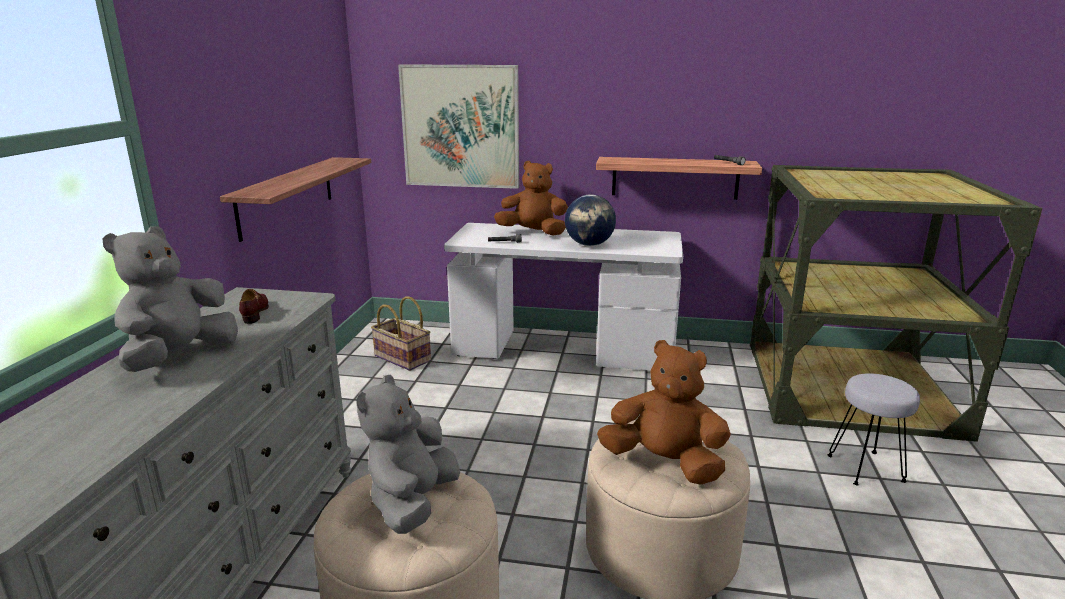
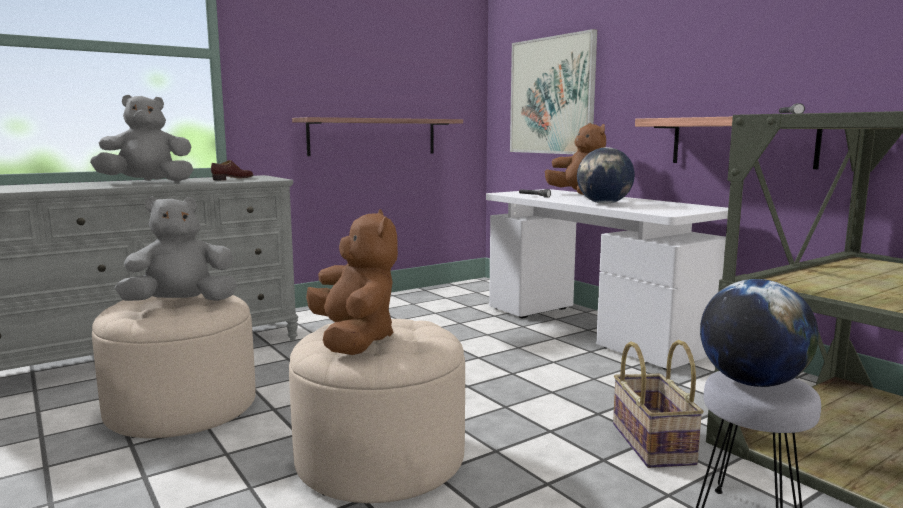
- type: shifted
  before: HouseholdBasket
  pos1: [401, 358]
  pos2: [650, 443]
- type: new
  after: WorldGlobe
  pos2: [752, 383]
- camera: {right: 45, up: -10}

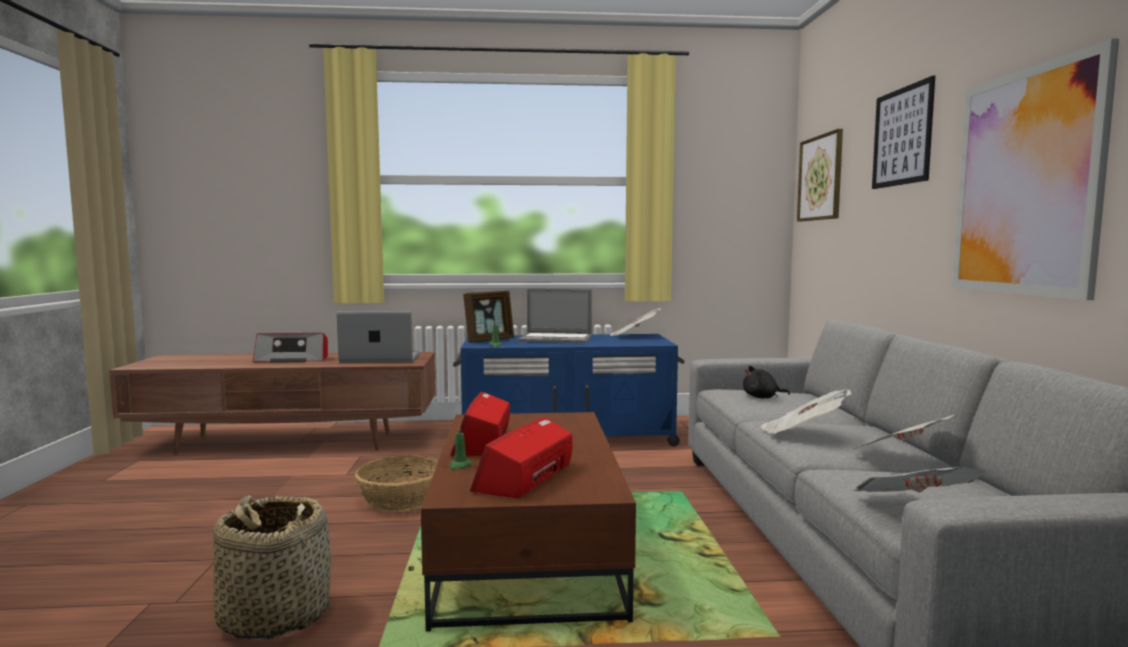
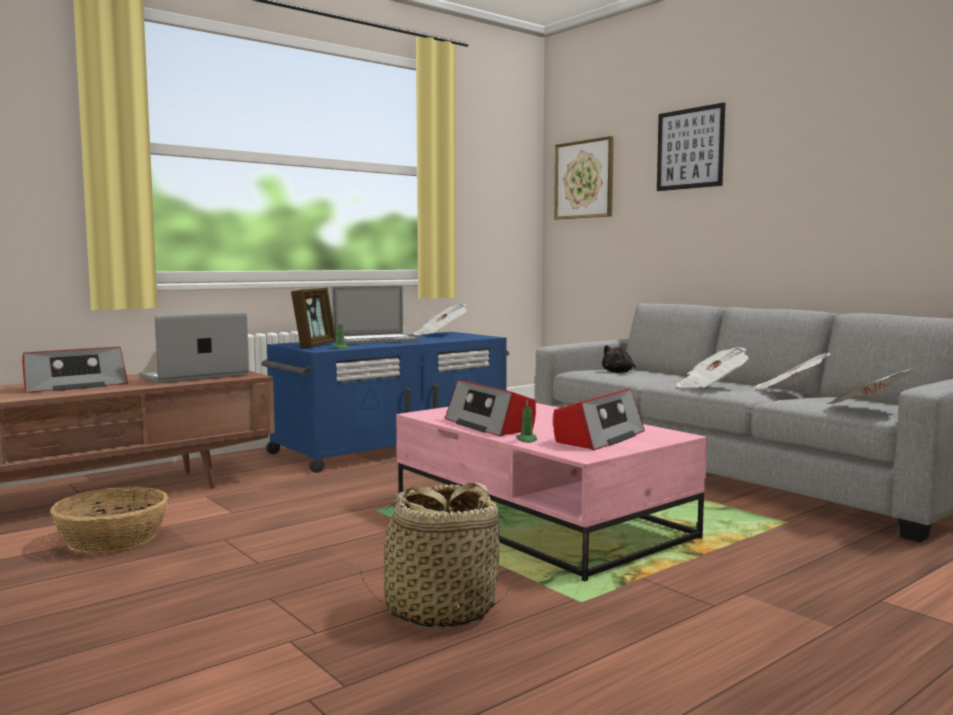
- type: gone
  before: WallArt
  pos1: [1025, 182]
- type: repainted
  before: BrownColouredLoungeTable
  after: PinkColouredLoungeTable
  pos1: [528, 548]
  pos2: [542, 520]
- type: rotated
  before: RadioReceiver
  pos1: [525, 477]
  pos2: [598, 437]
  turn: -135
- type: shifted
  before: HouseholdBasket
  pos1: [401, 499]
  pos2: [112, 539]
- camera: {right: -35, up: 0}

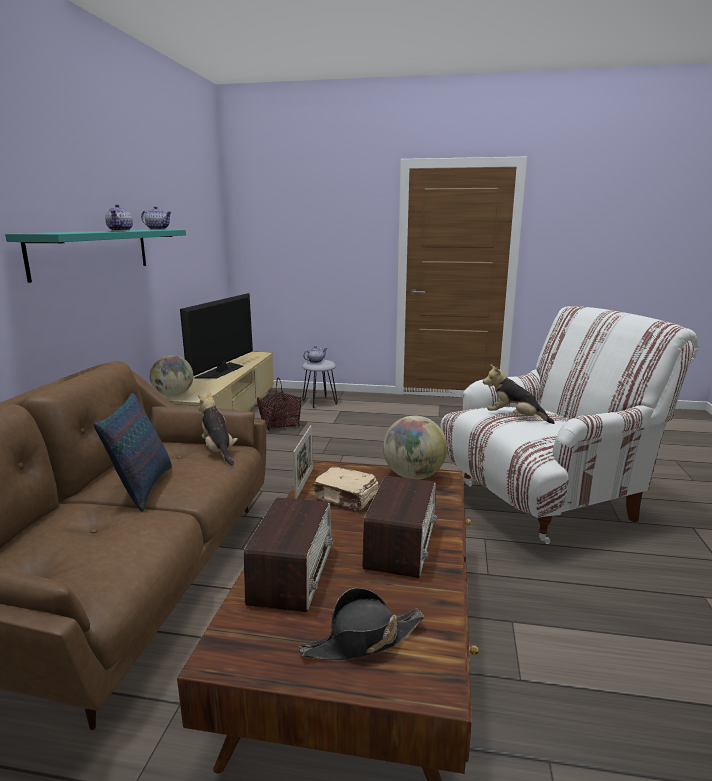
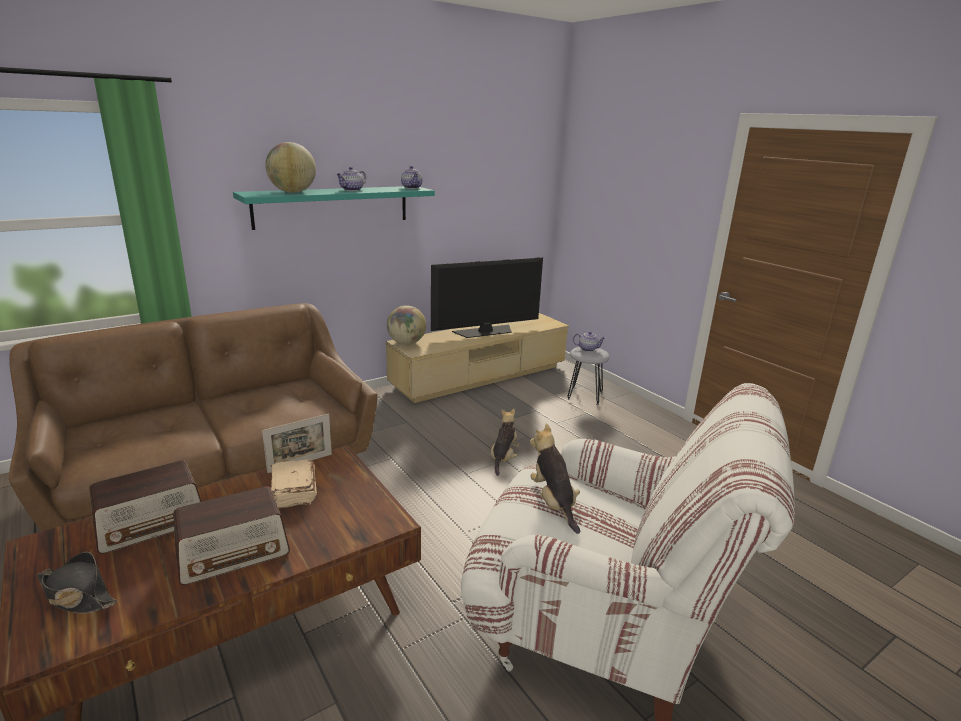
- type: gone
  before: HouseholdBasket
  pos1: [280, 424]
- type: shifted
  before: SoftToy
  pos1: [218, 451]
  pos2: [503, 458]
- type: gone
  before: BluishThrowPillow
  pos1: [143, 488]
- type: shifted
  before: WorldGlobe
  pos1: [413, 476]
  pos2: [292, 192]
- camera: {right: 45, up: 5}

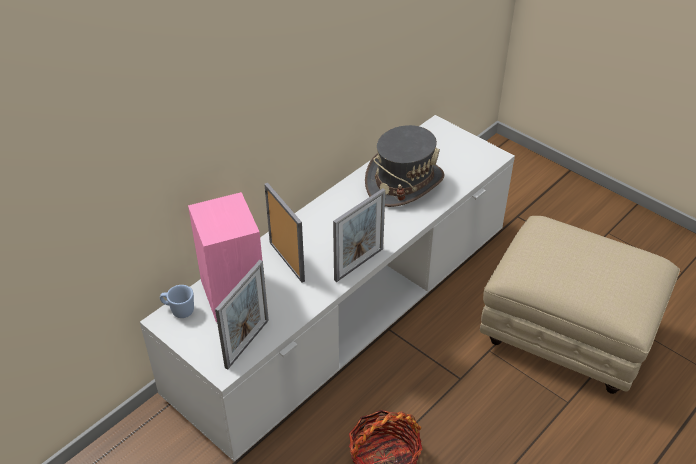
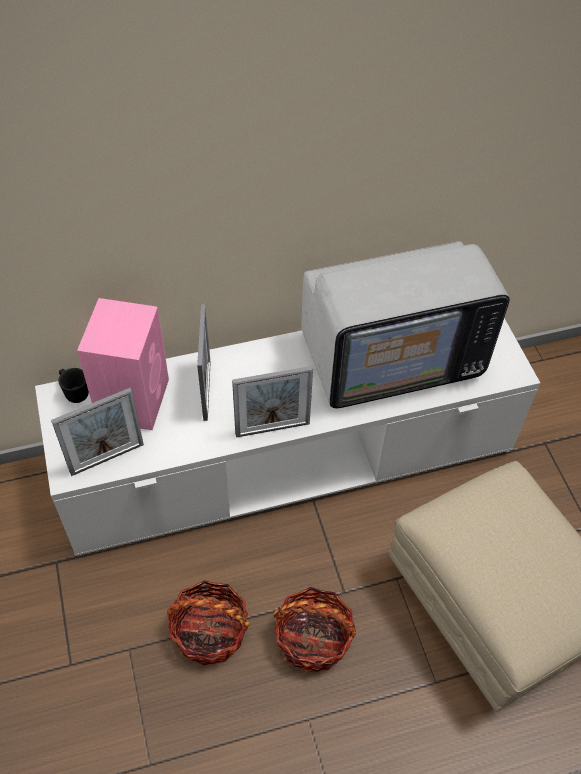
- type: swapped
  before: GrayHat
  after: TvSet
  pos1: [404, 182]
  pos2: [390, 358]
- type: repainted
  before: BluishMug
  after: BlackColouredMug
  pos1: [179, 310]
  pos2: [74, 392]
- type: new
  after: HouseholdBasket
  pos2: [313, 639]
- camera: {right: 30, up: 10}

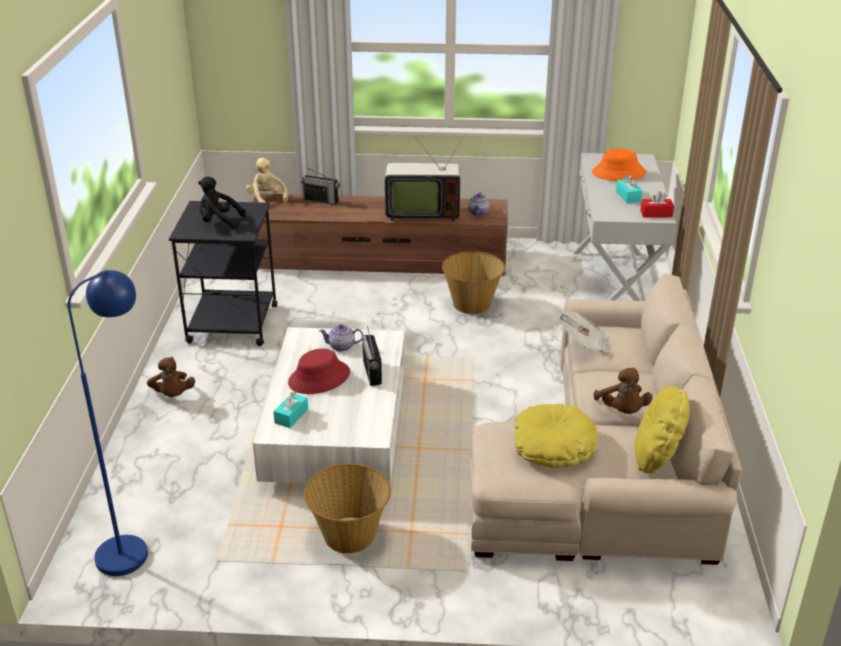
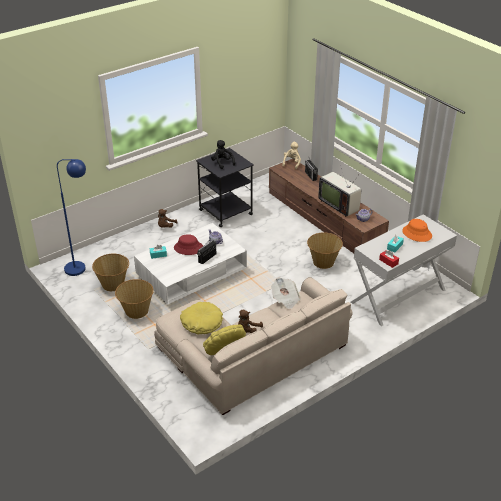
- type: new
  after: HouseholdBasket
  pos2: [113, 284]
- camera: {right: 50, up: 5}

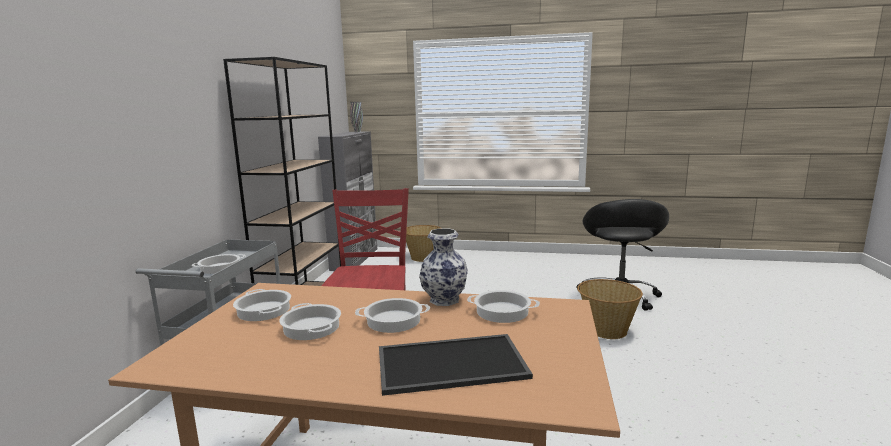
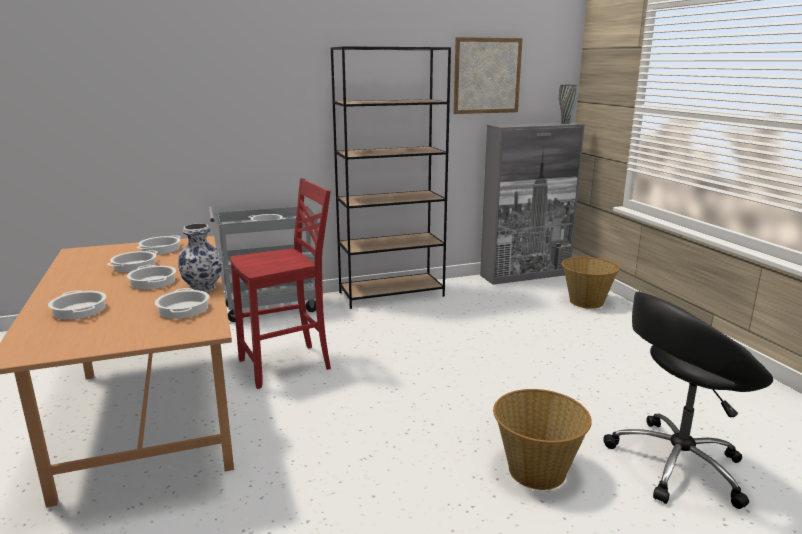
- type: swapped
  before: ServingTray
  after: Stockpot
  pos1: [450, 365]
  pos2: [79, 310]
- type: new
  after: WallArt
  pos2: [487, 75]
- camera: {right: 60, up: 5}

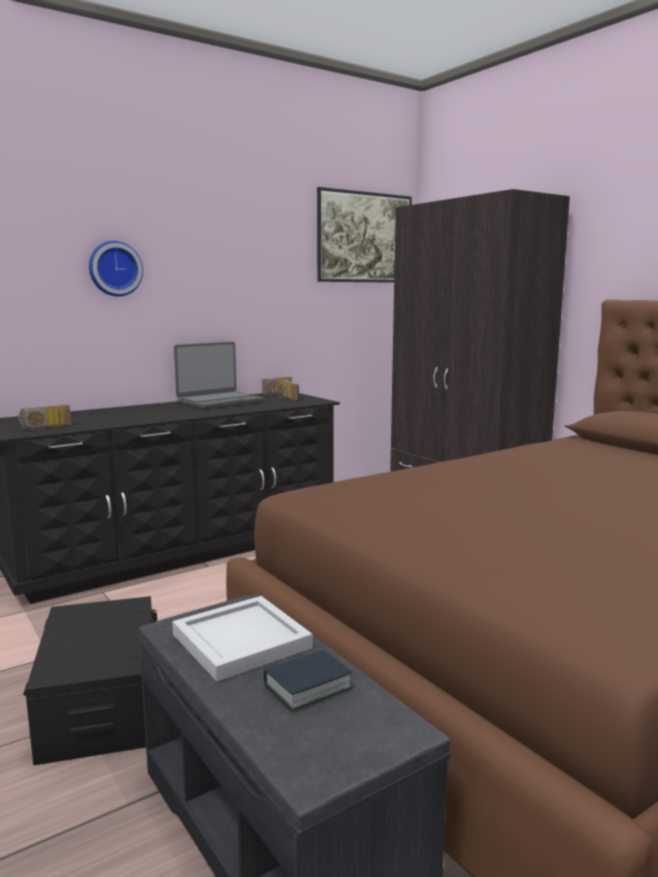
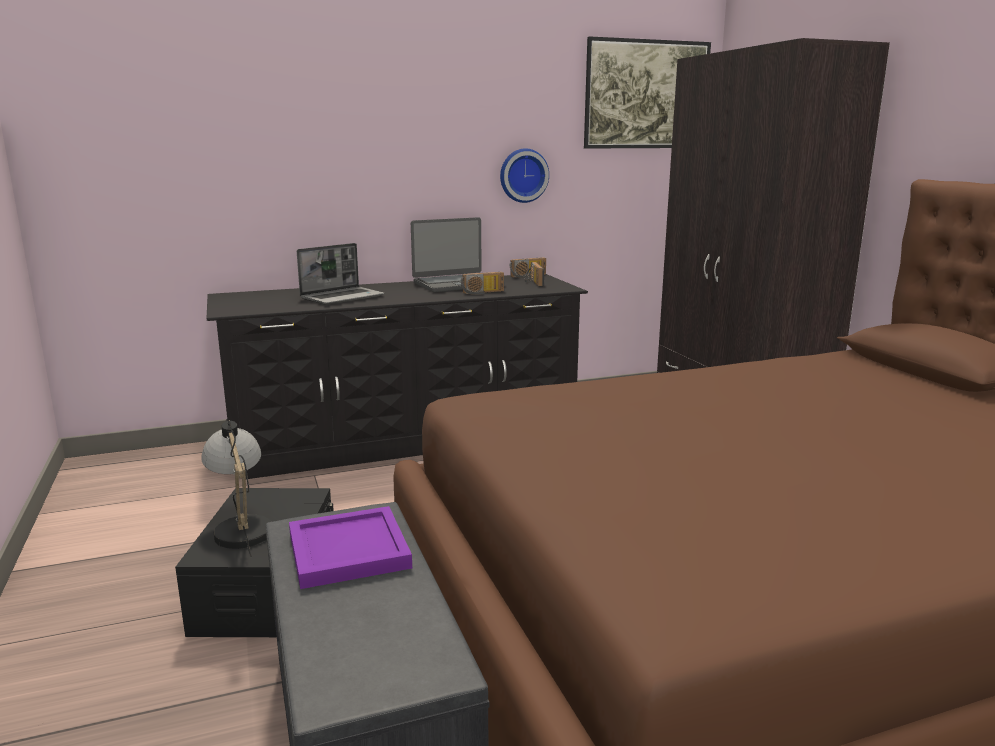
- type: shifted
  before: HangingClock
  pos1: [114, 269]
  pos2: [523, 175]
- type: shifted
  before: RadioReceiver
  pos1: [46, 427]
  pos2: [483, 293]
- type: repainted
  before: WhitishServingTray
  after: PurpleServingTray
  pos1: [240, 642]
  pos2: [347, 552]
- type: gone
  before: BoundBook
  pos1: [307, 687]
- type: new
  after: NotebookComputer
  pos2: [343, 297]
- type: new
  after: LampForATable
  pos2: [241, 527]
- camera: {right: 15, up: 5}

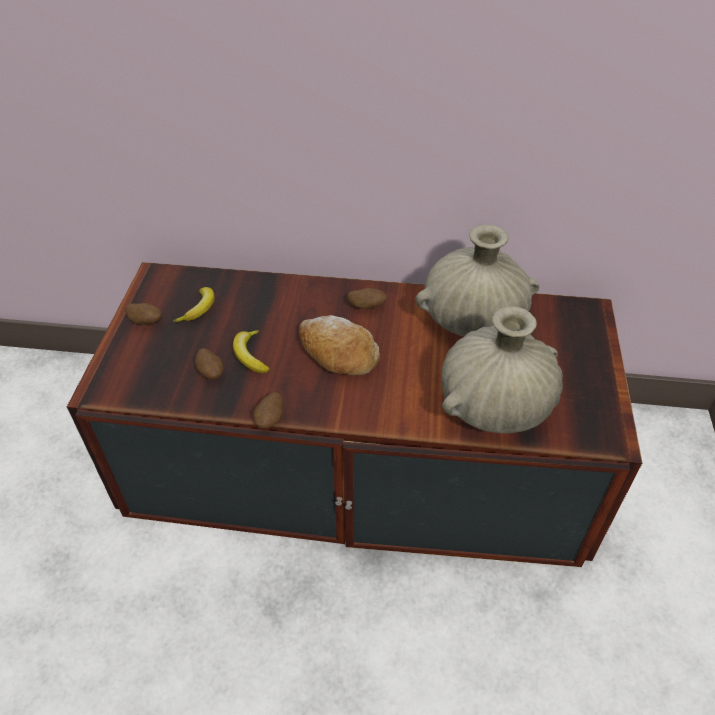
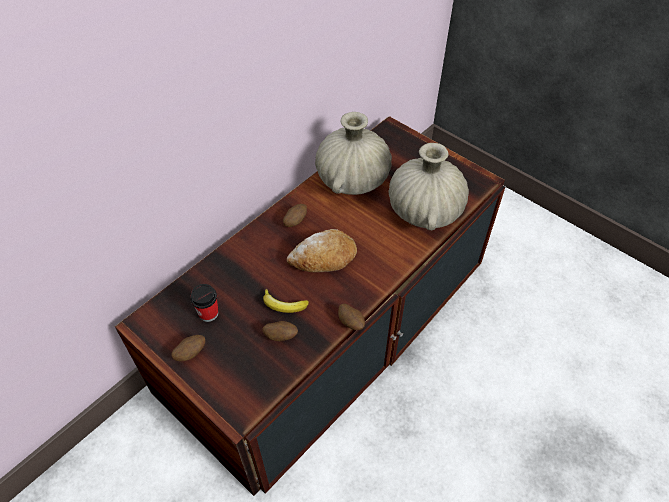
- type: swapped
  before: Banana
  after: SmallCup
  pos1: [199, 309]
  pos2: [208, 313]
- camera: {right: -55, up: 5}

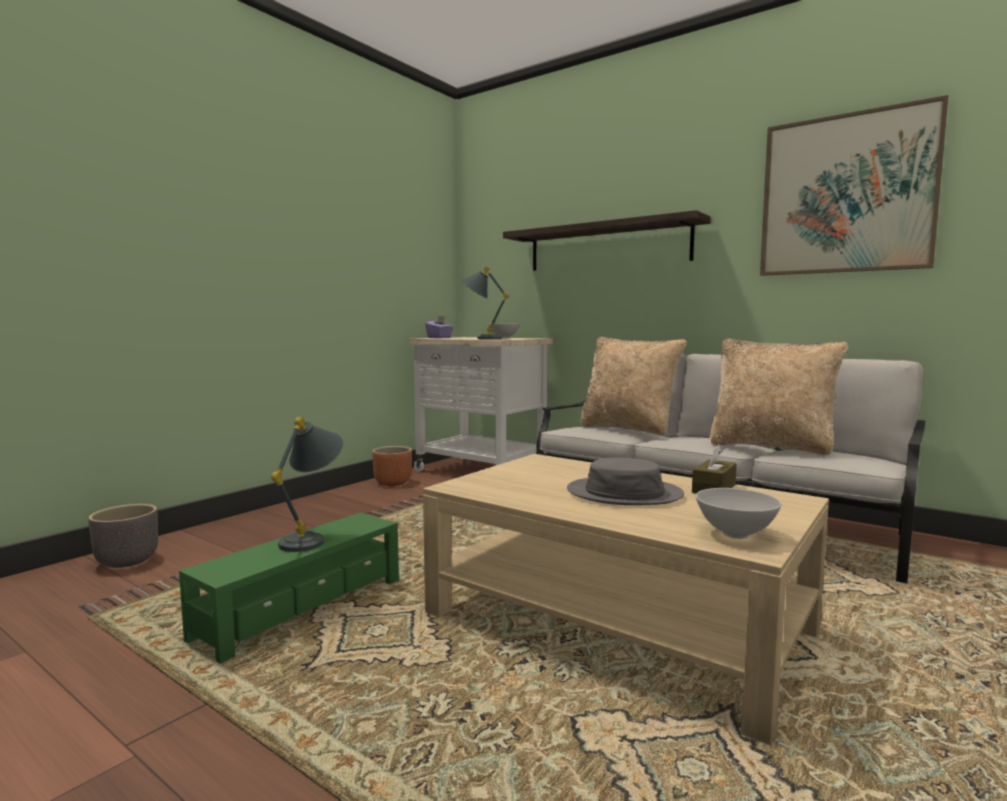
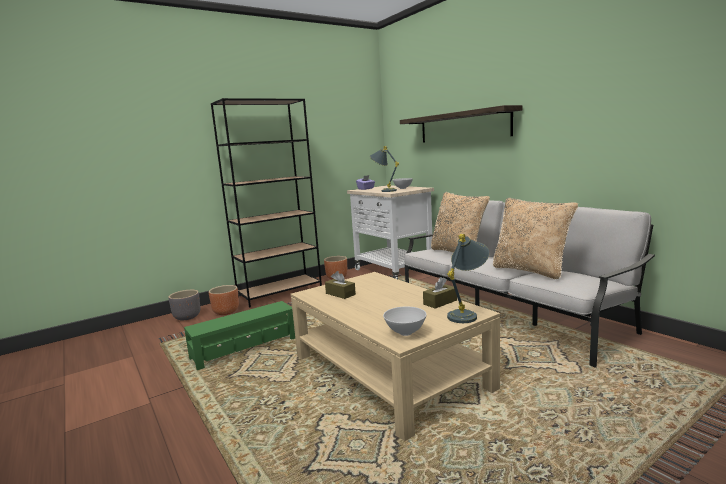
- type: gone
  before: WallArt
  pos1: [846, 194]
- type: shifted
  before: GrayLampForATable
  pos1: [312, 538]
  pos2: [467, 314]
- type: gone
  before: GrayHat
  pos1: [624, 493]
- type: new
  after: BeigeShelvingUnit
  pos2: [280, 293]
- type: new
  after: BrownColouredBoxOfTissues
  pos2: [340, 294]
- type: new
  after: BrownColouredPlanter
  pos2: [226, 312]
- camera: {right: 20, up: 5}

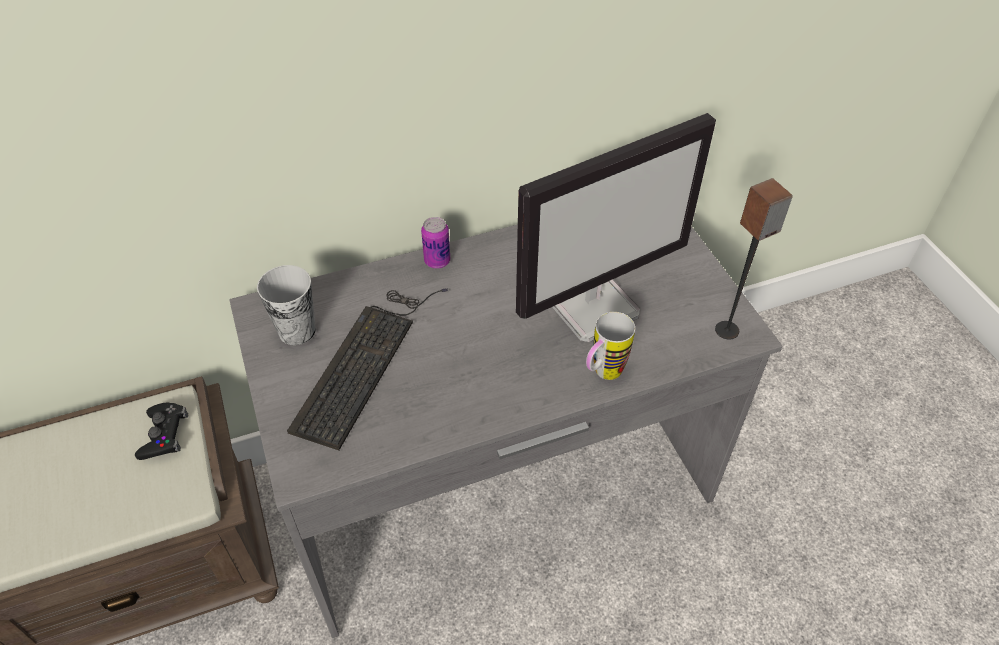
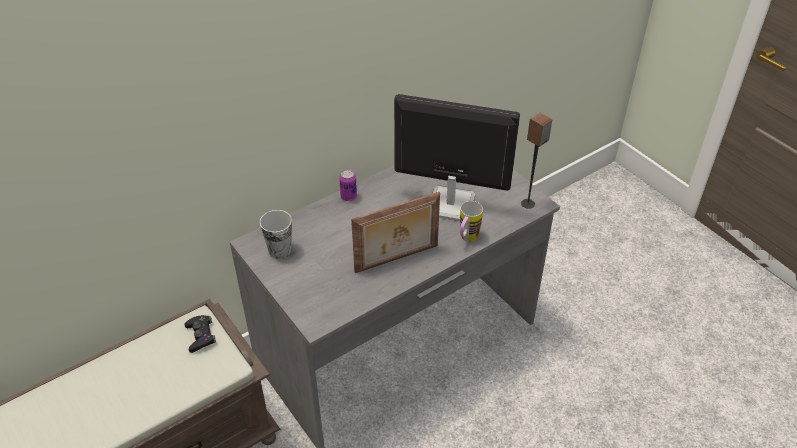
- type: rotated
  before: ComputerScreen
  pos1: [594, 306]
  pos2: [449, 204]
  turn: -120
- type: gone
  before: ComputerKeyboard
  pos1: [366, 360]
- type: new
  after: StandingFrame
  pos2: [397, 259]
- camera: {right: -15, up: -5}

